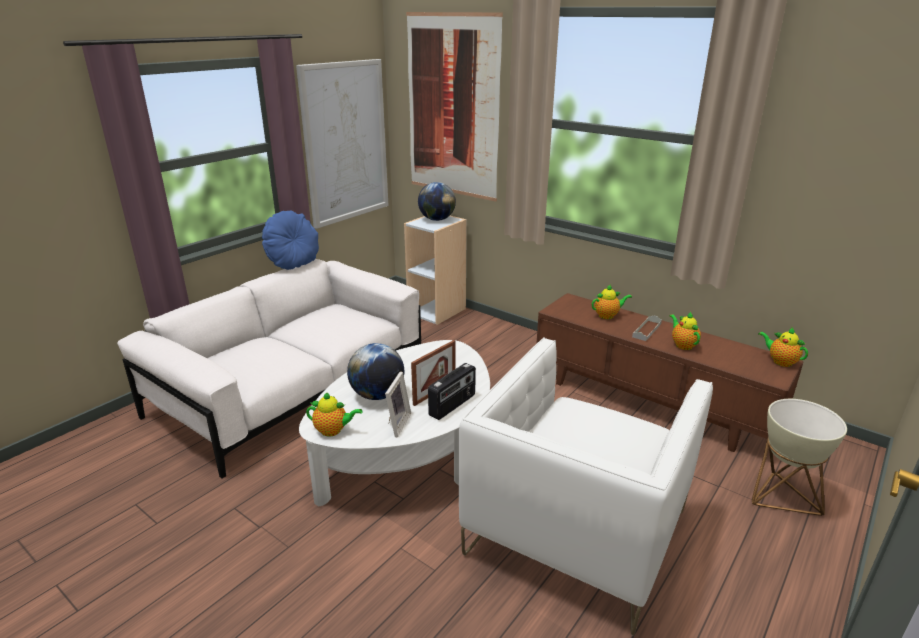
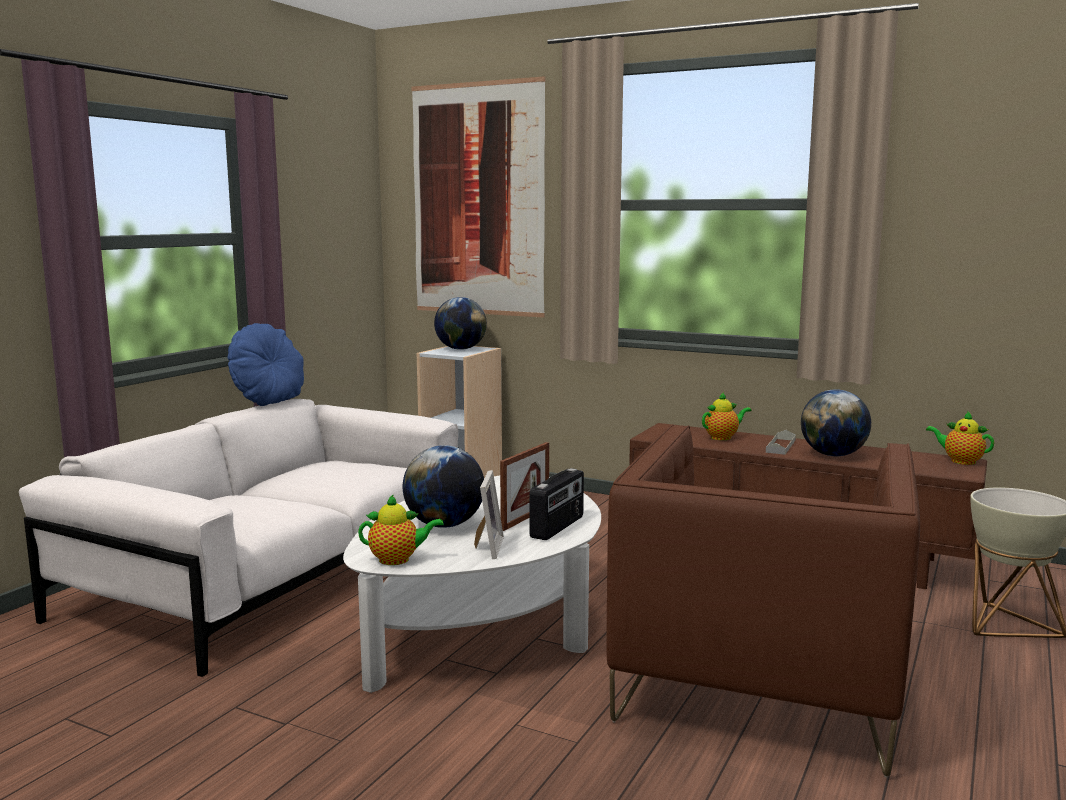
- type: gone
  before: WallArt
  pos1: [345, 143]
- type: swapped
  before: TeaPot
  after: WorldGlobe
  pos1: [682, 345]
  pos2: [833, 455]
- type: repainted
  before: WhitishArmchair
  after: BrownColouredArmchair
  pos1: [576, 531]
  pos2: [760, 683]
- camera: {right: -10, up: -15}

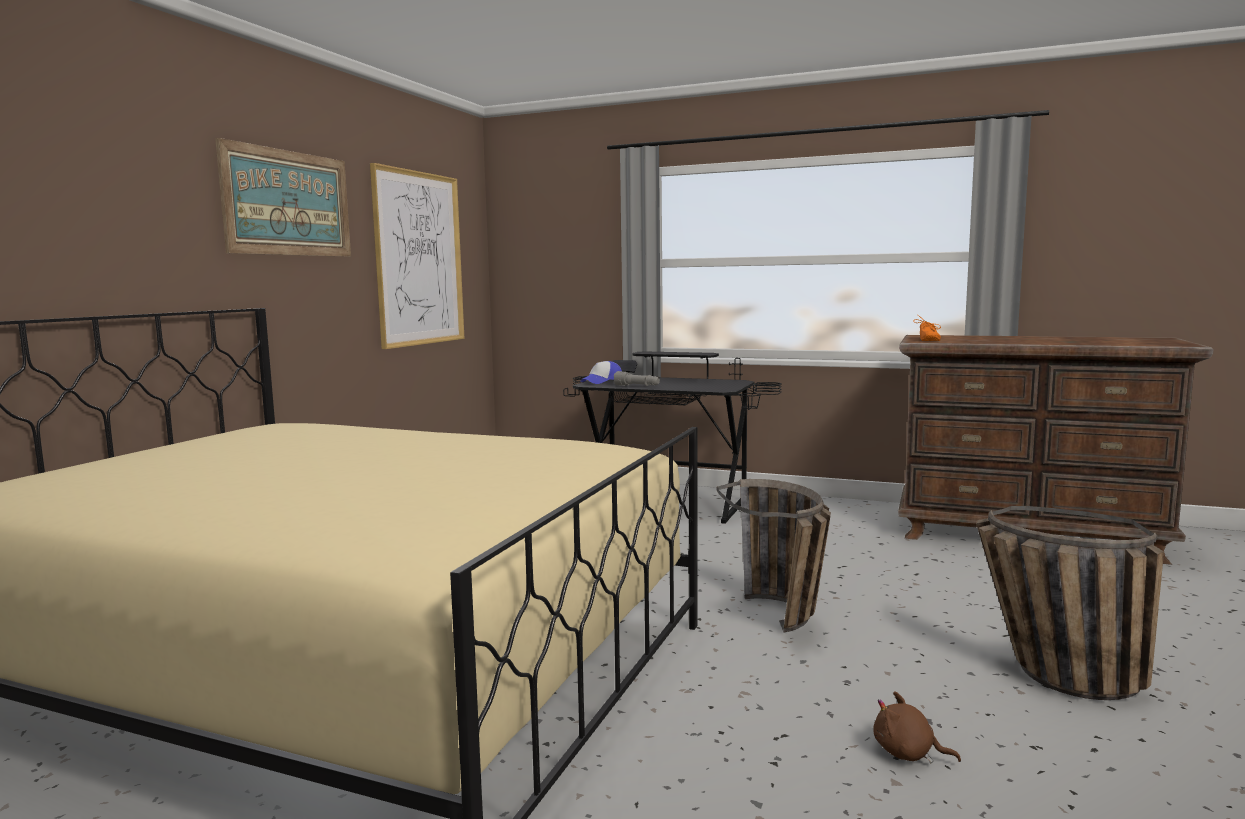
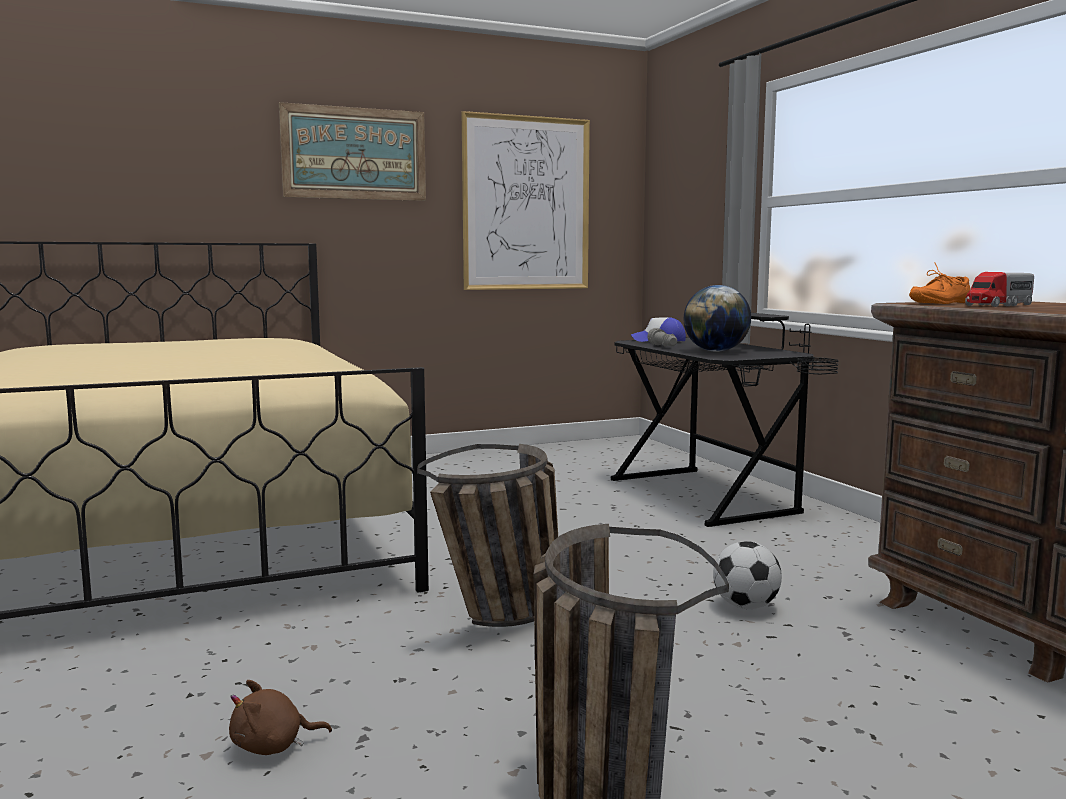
- type: rotated
  before: BrownColouredSoftToy
  pos1: [908, 753]
  pos2: [273, 746]
  turn: -90
- type: new
  after: ToyLorry
  pos2: [998, 305]
- type: new
  after: WorldGlobe
  pos2: [716, 351]
- type: new
  after: FootballBall
  pos2: [745, 606]
- camera: {right: 45, up: 0}

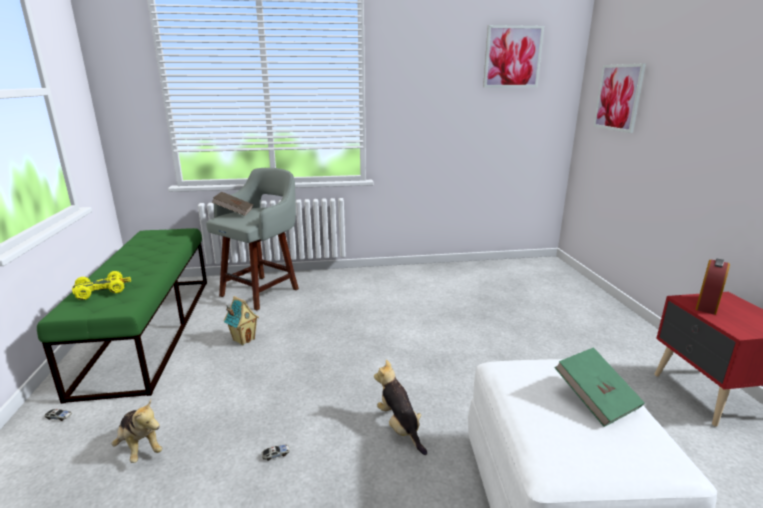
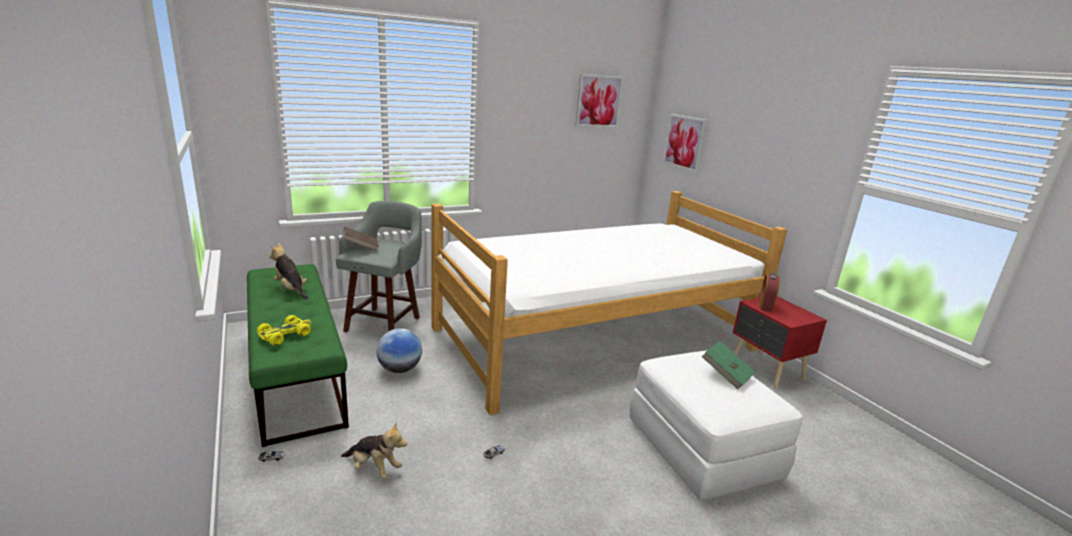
- type: swapped
  before: ModelHouse
  after: WorldGlobe
  pos1: [244, 339]
  pos2: [399, 369]
- type: shifted
  before: SoftToy
  pos1: [400, 427]
  pos2: [291, 290]
- type: new
  after: BedroomBed
  pos2: [596, 339]
- camera: {right: -20, up: 0}

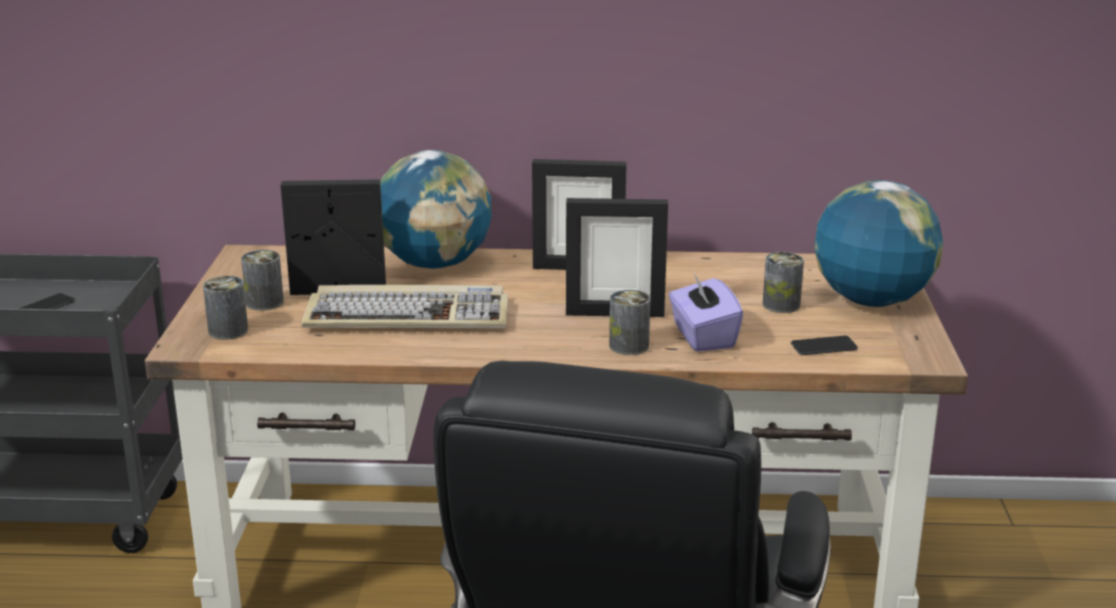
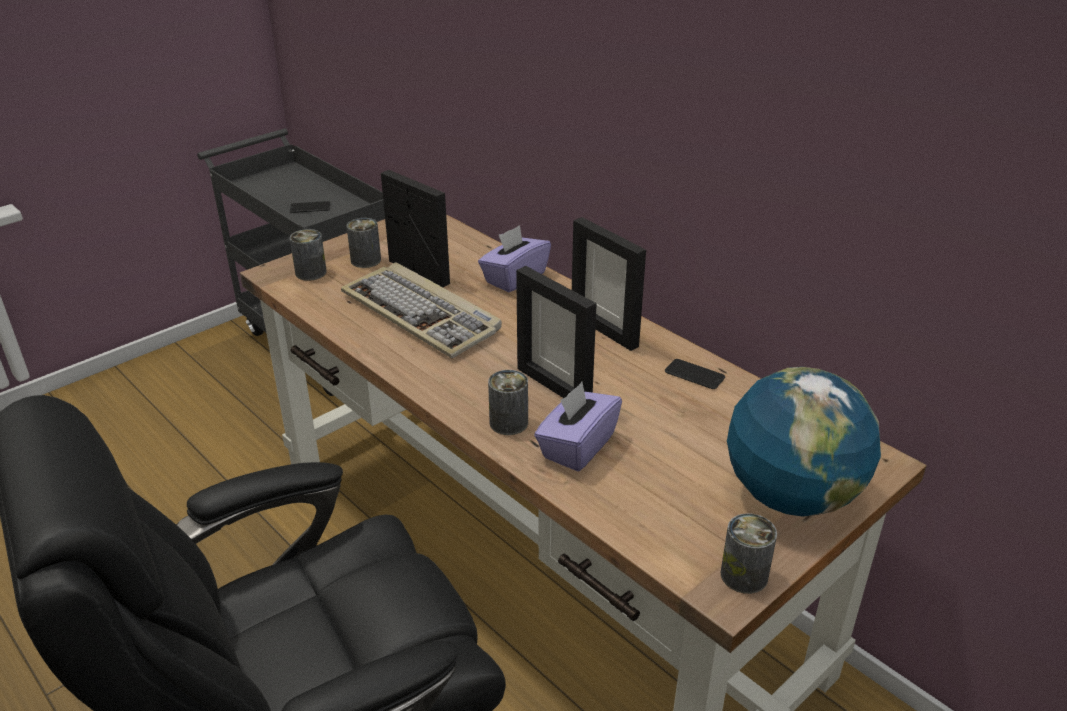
- type: swapped
  before: WorldGlobe
  after: PurpleBoxOfTissues
  pos1: [435, 264]
  pos2: [514, 278]
- type: shifted
  before: SealedCan
  pos1: [781, 305]
  pos2: [744, 575]
- type: shifted
  before: Telephone
  pos1: [824, 347]
  pos2: [694, 375]
- camera: {right: 45, up: 10}

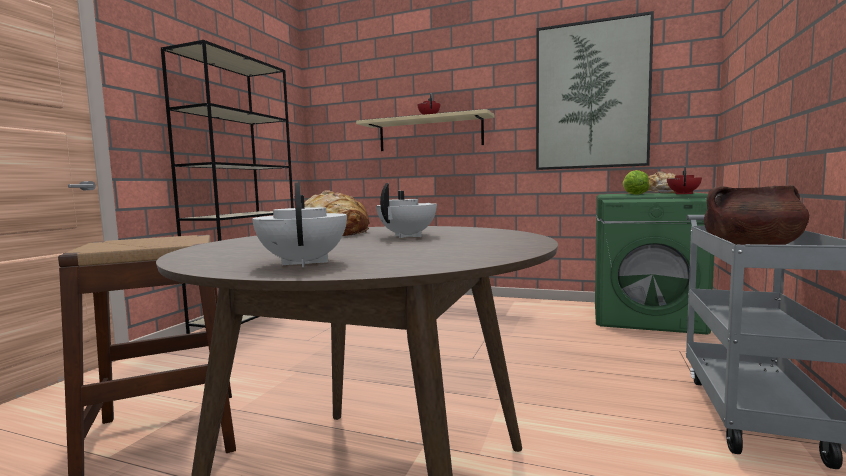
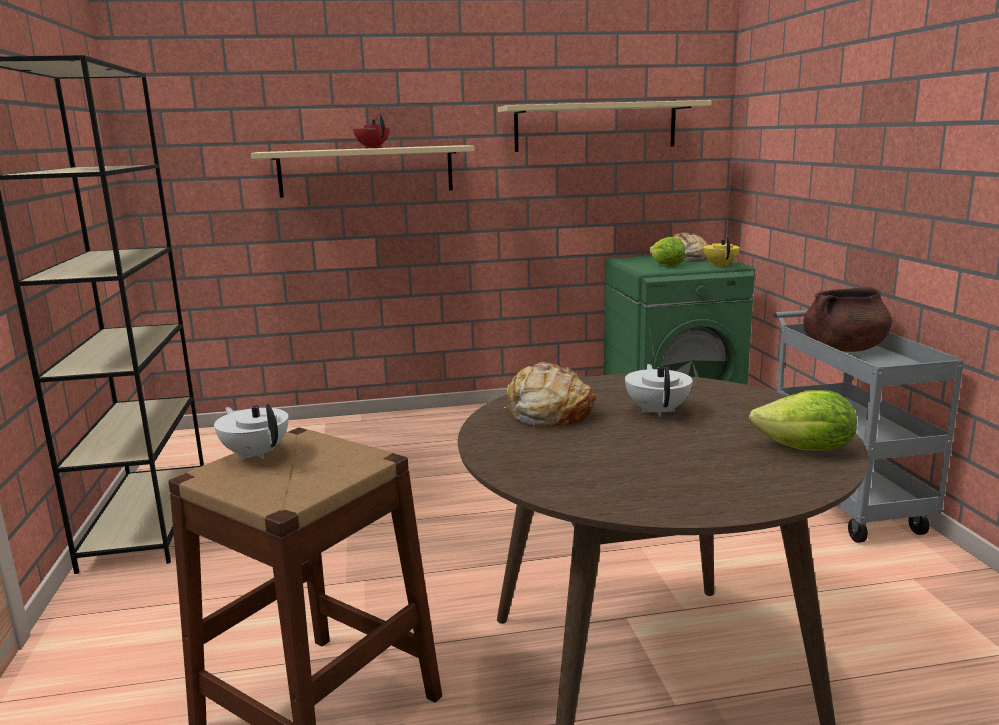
- type: swapped
  before: WallArt
  after: BeigeWallShelf
  pos1: [591, 96]
  pos2: [595, 127]
- type: repainted
  before: ReddishTeaPot
  after: YellowTeaPot
  pos1: [683, 194]
  pos2: [720, 265]
- type: shifted
  before: WhitishTeaPot
  pos1: [304, 263]
  pos2: [256, 454]
- type: new
  after: LettuceHead
  pos2: [806, 449]
- camera: {right: -30, up: 10}

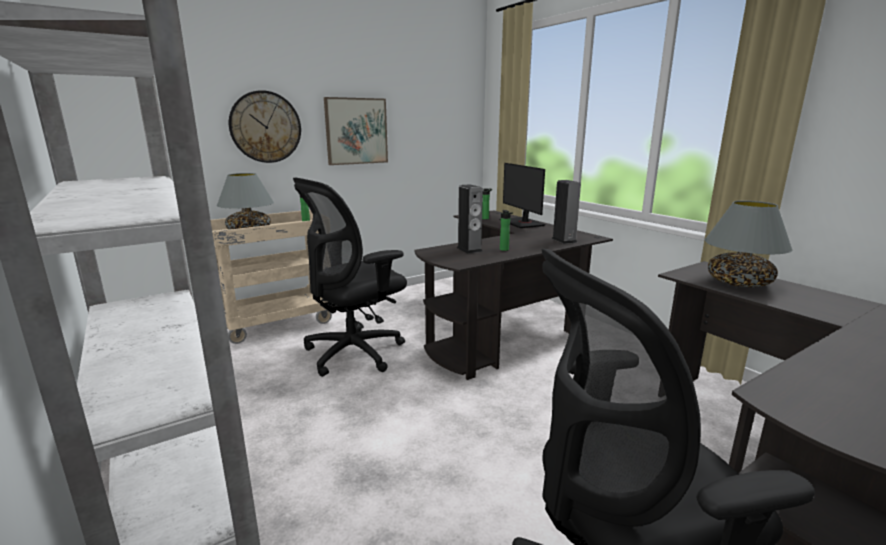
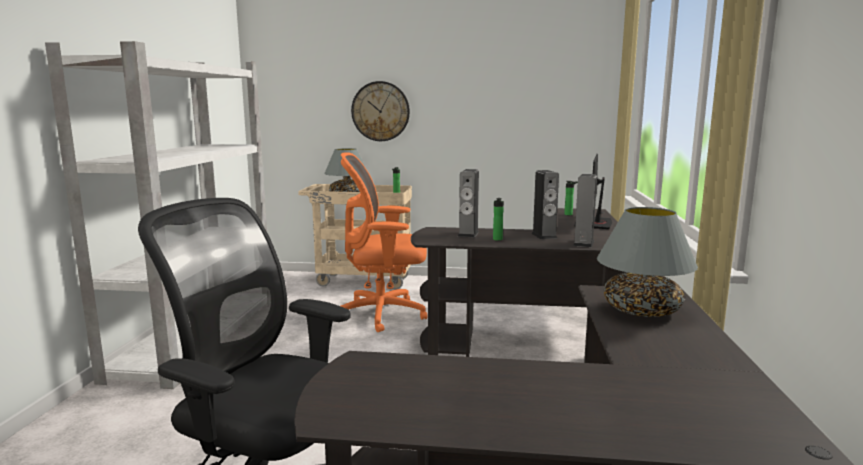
- type: gone
  before: WallArt
  pos1: [356, 131]
- type: repainted
  before: BlackColouredDeskChair
  after: OrangeyDeskChair
  pos1: [358, 350]
  pos2: [386, 313]
- type: new
  after: Loudspeaker
  pos2: [544, 236]
- camera: {right: 40, up: -5}

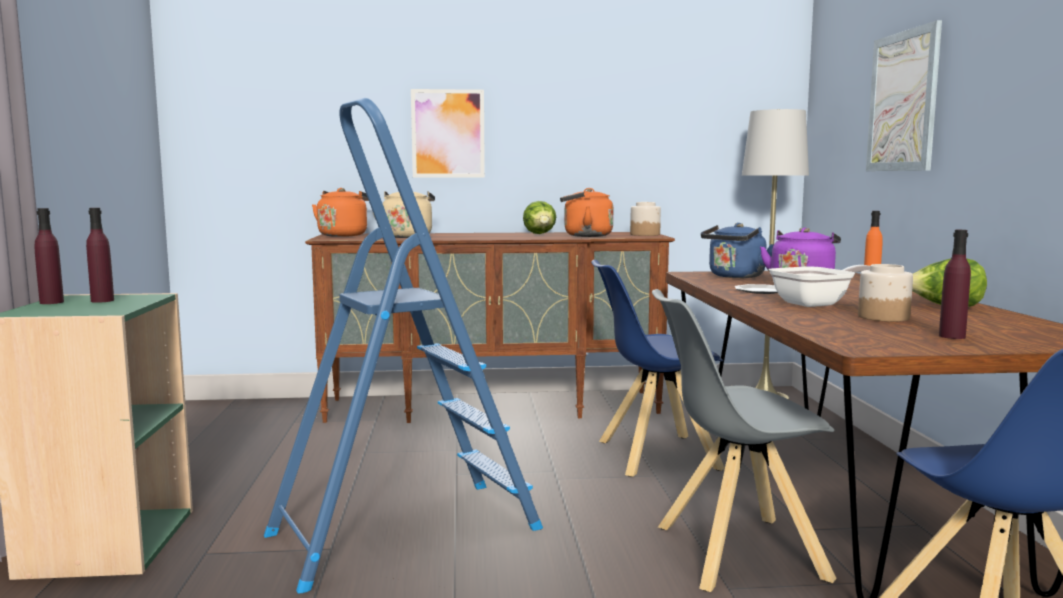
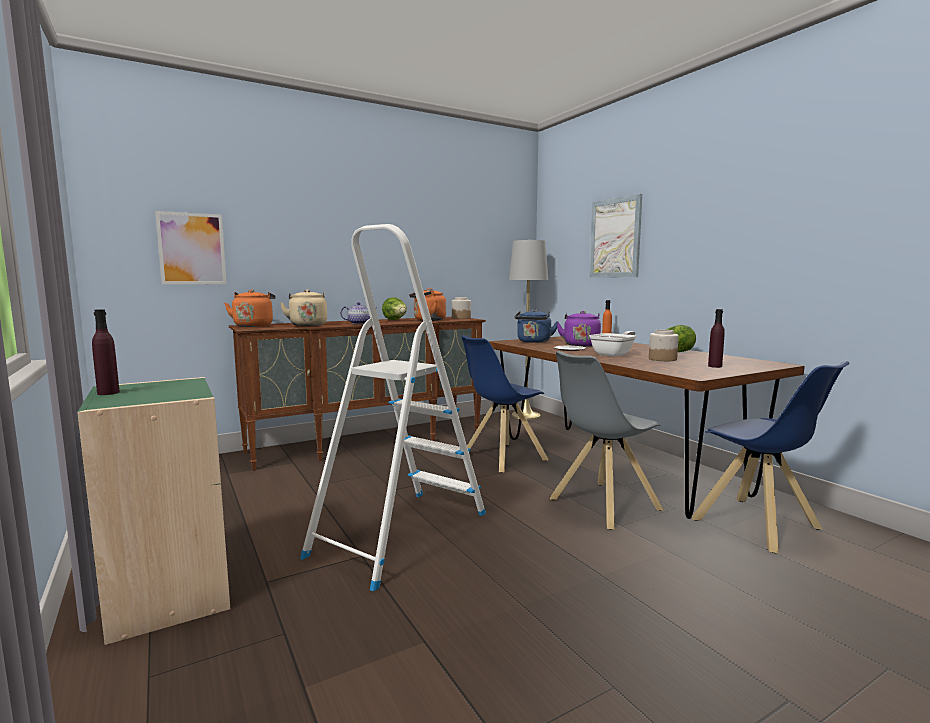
- type: shifted
  before: WallArt
  pos1: [448, 133]
  pos2: [192, 249]
- type: repainted
  before: BluishStepladder
  after: WhitishStepladder
  pos1: [406, 531]
  pos2: [402, 533]
- type: gone
  before: PurpleDrinkBottle
  pos1: [102, 300]
- type: new
  after: TeaPot
  pos2: [359, 323]
- camera: {right: -25, up: 0}

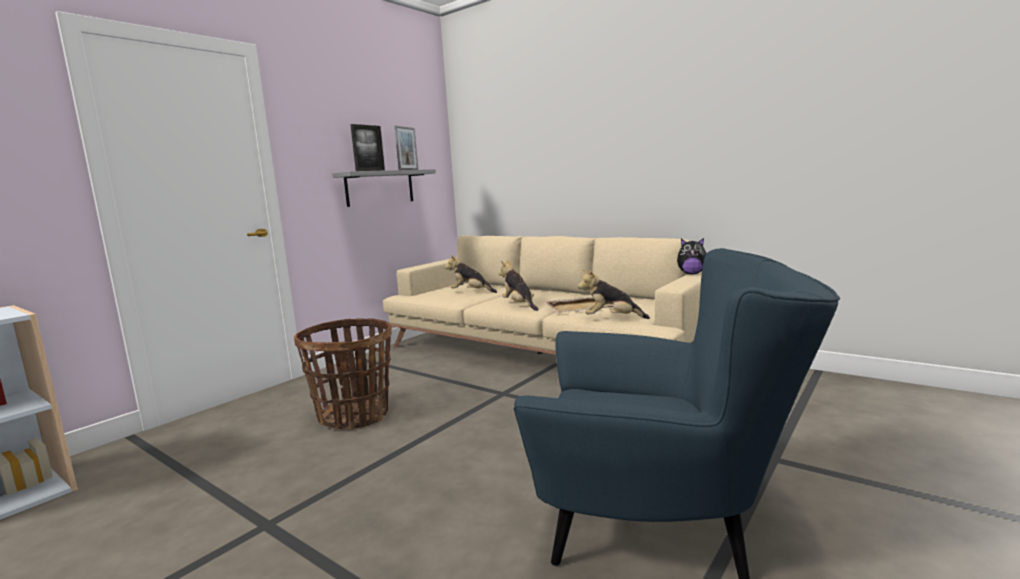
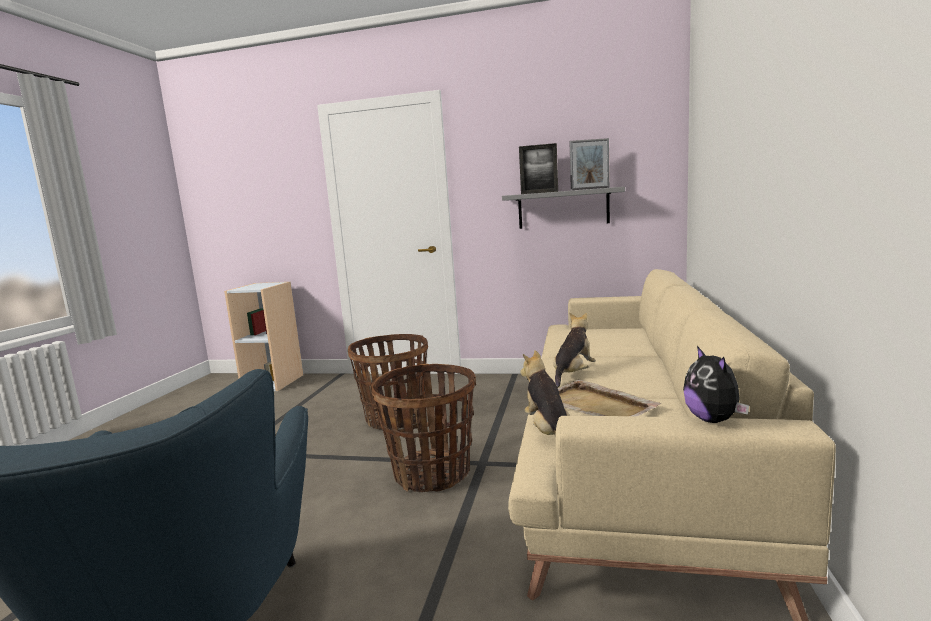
- type: gone
  before: SoftToy
  pos1: [471, 292]
- type: new
  after: HouseholdBasket
  pos2: [432, 473]
- camera: {right: 65, up: 0}

